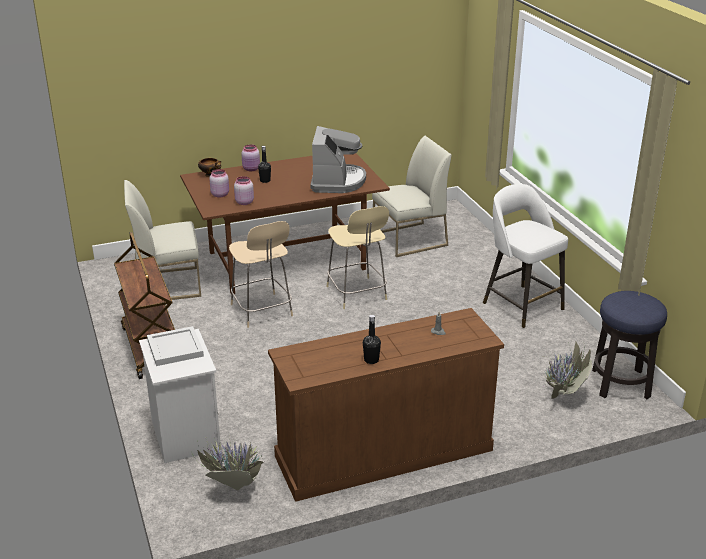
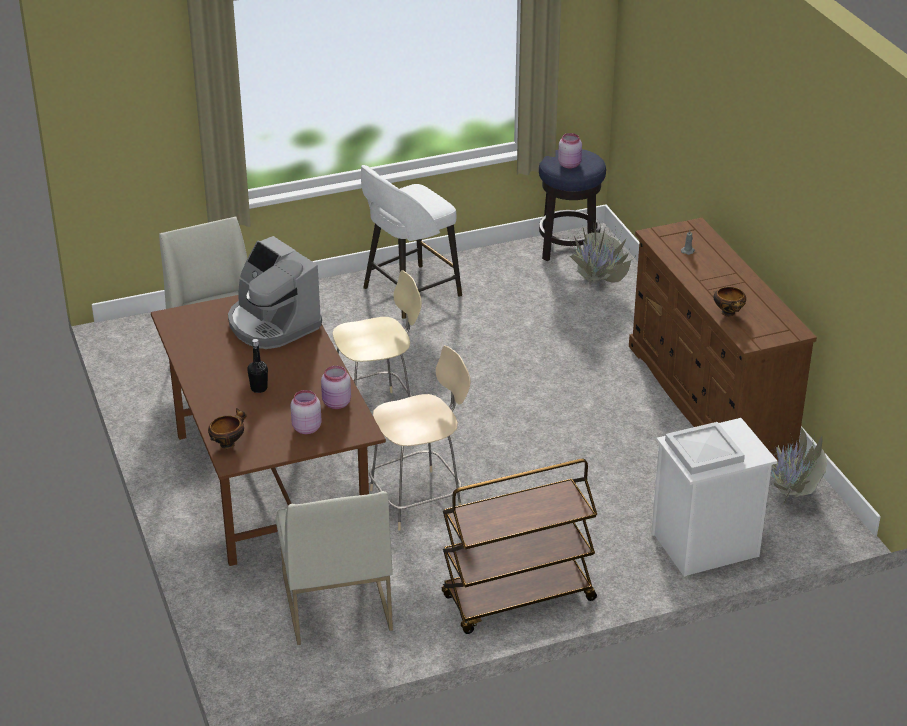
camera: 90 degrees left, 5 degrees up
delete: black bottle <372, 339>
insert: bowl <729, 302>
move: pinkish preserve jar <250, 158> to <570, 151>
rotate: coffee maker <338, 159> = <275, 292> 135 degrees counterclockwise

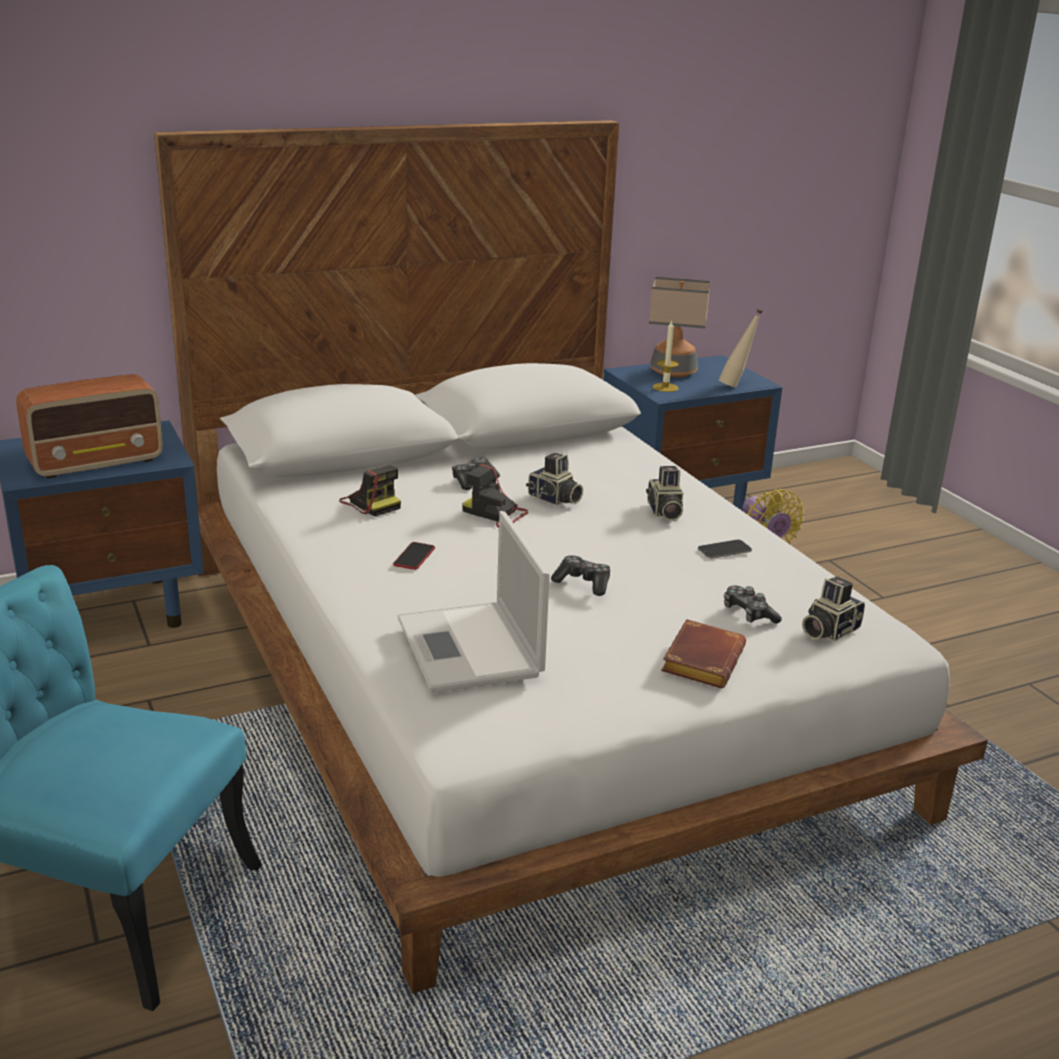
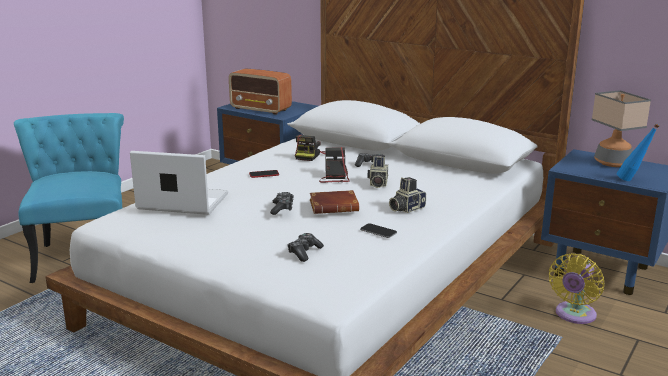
camera: 60 degrees right, 5 degrees down
delete: wax light <666, 356>; still camera <833, 609>
move: brownish book <703, 653> to <334, 202>
recolor: sand-coloured bottle <741, 348> to blue-coloured bottle <638, 152>
rotate: laptop <474, 602> = <179, 183> 60 degrees clockwise

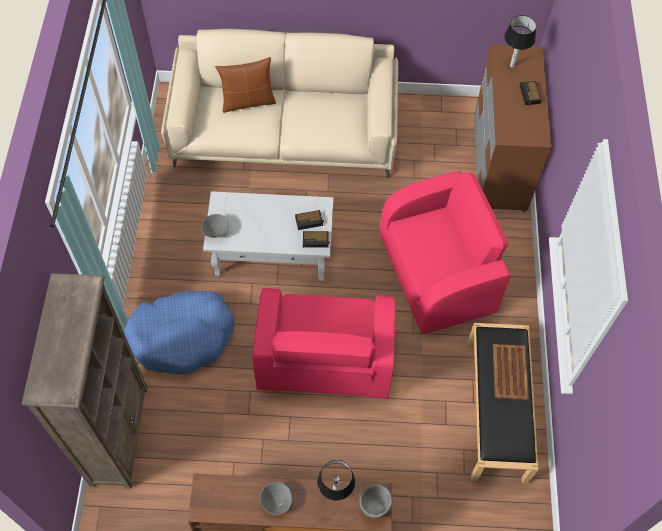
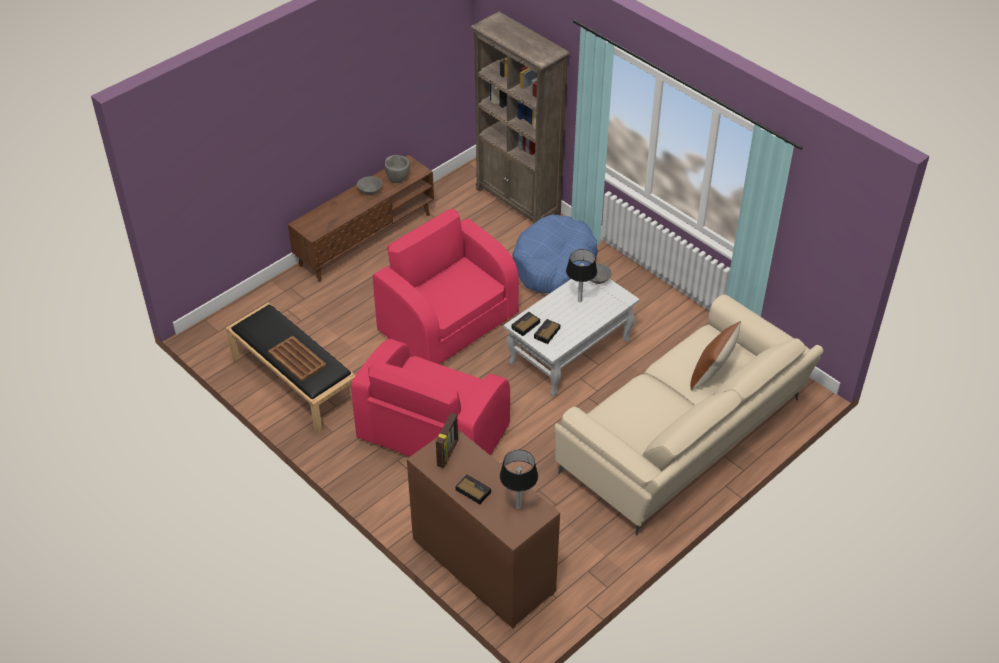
camera: 135 degrees right, 15 degrees down
insert: photo frame <447, 440>
move: lamp for a table <336, 480> to <581, 275>; gray bowl <376, 501> to <397, 169>

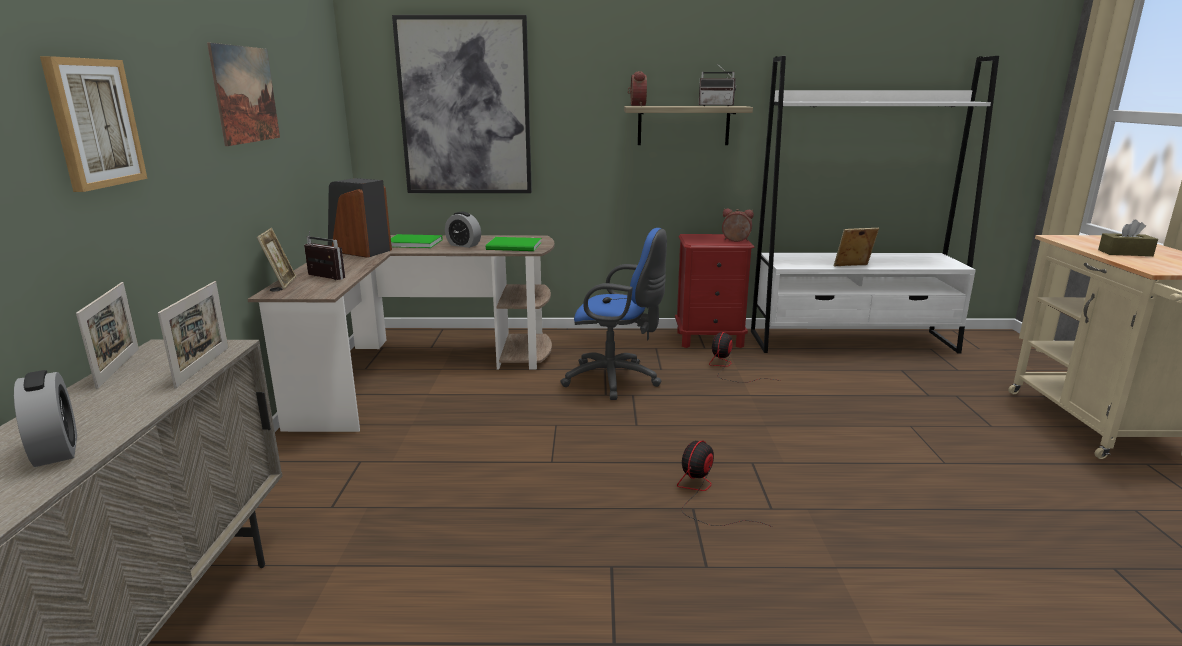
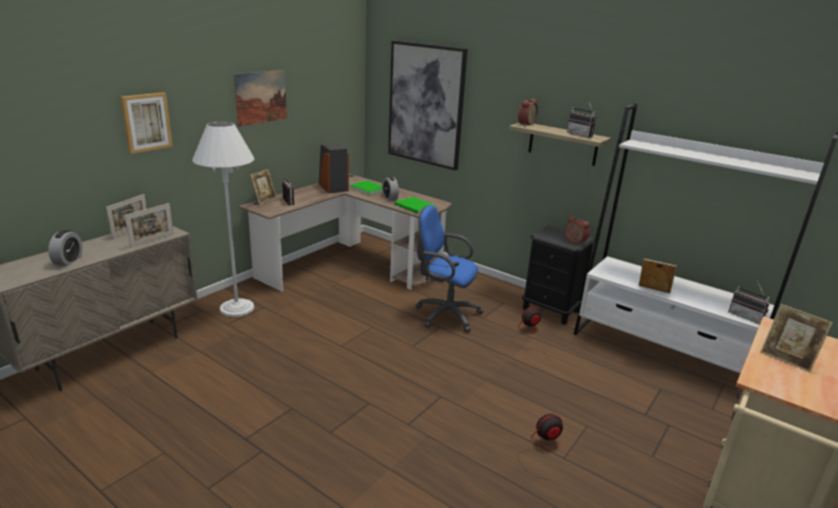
camera: 35 degrees right, 5 degrees up
insert: white-coloured floor lamp <223, 219>; radio receiver <749, 302>
move: fan <725, 483> to <541, 453>
replace: brownish box of tissues <1128, 237> to photo frame <797, 338>
recolor: reddish nightstand <715, 291> to black nightstand <558, 274>
rotate: blue-coloured office chair <613, 314> = <449, 268> 150 degrees clockwise

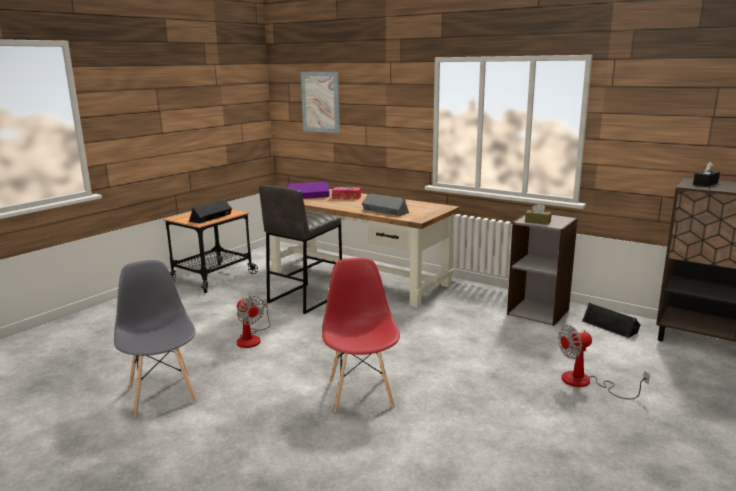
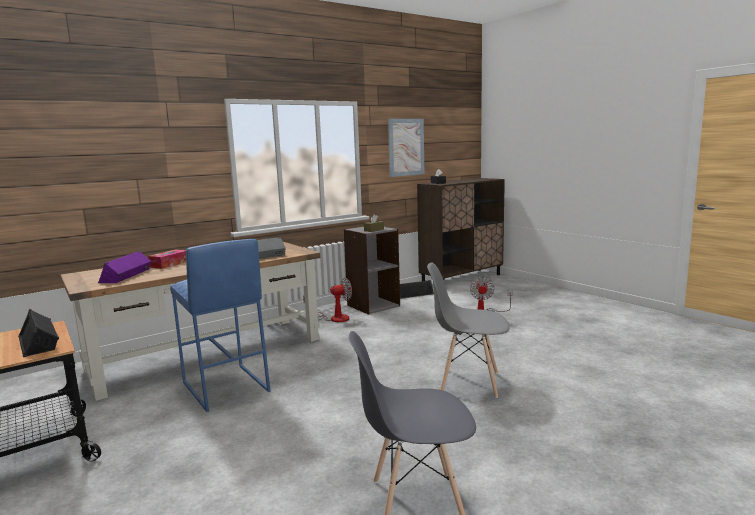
camera: 70 degrees left, 5 degrees down
move: wall picture <320, 102> to <406, 148>; fan <254, 322> to <327, 300>
recolor: gray sitting stool <300, 249> to blue-coloured sitting stool <220, 325>; reddish chair <361, 335> to gray chair <468, 330>

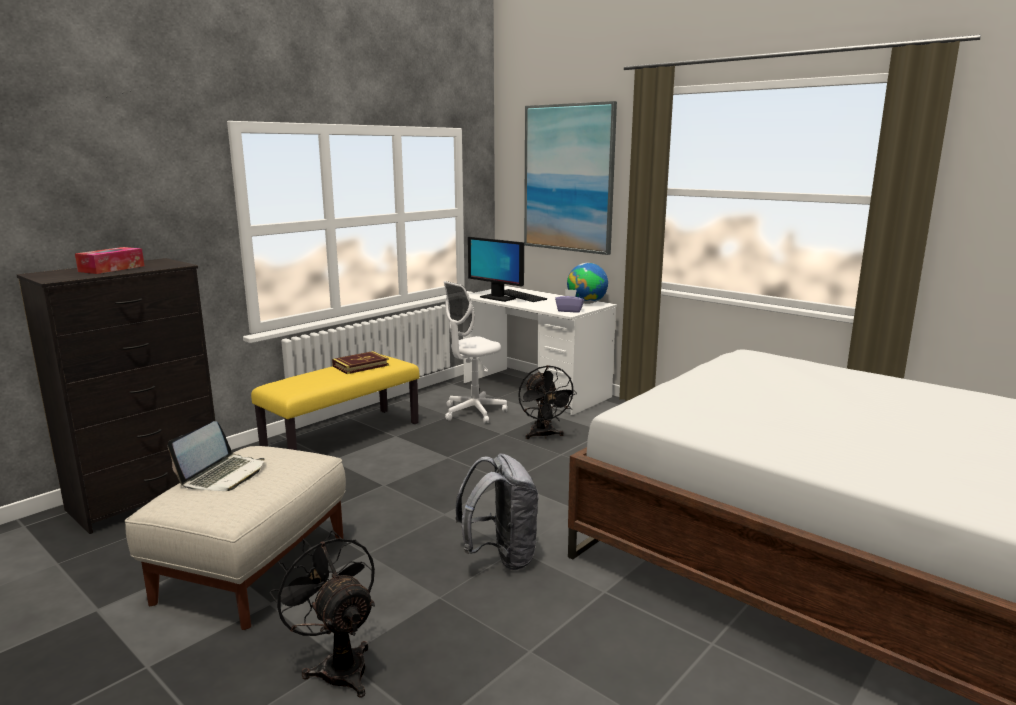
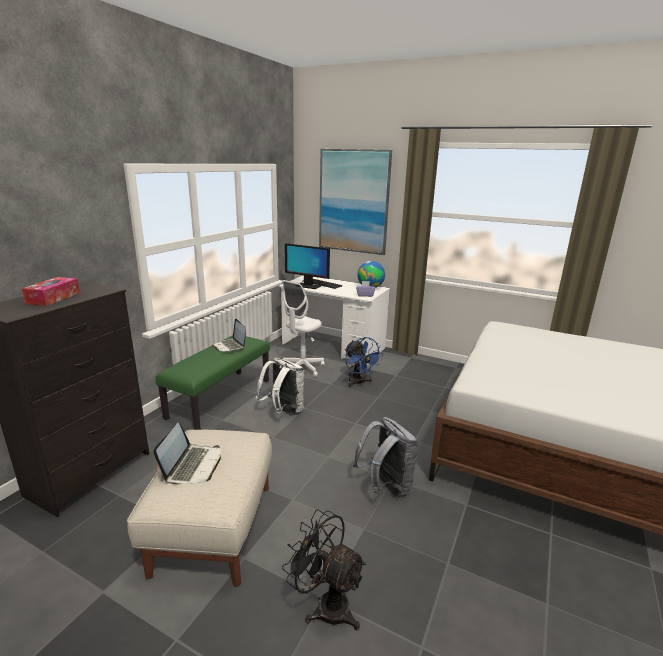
camera: 15 degrees left, 5 degrees up
insert: white-coloured backpack <280, 387>
replace: book <360, 362> to laptop <229, 335>
recolor: yellowish long seat <335, 402> to green-coloured long seat <212, 382>; black fan <547, 402> to blue-coloured fan <363, 362>

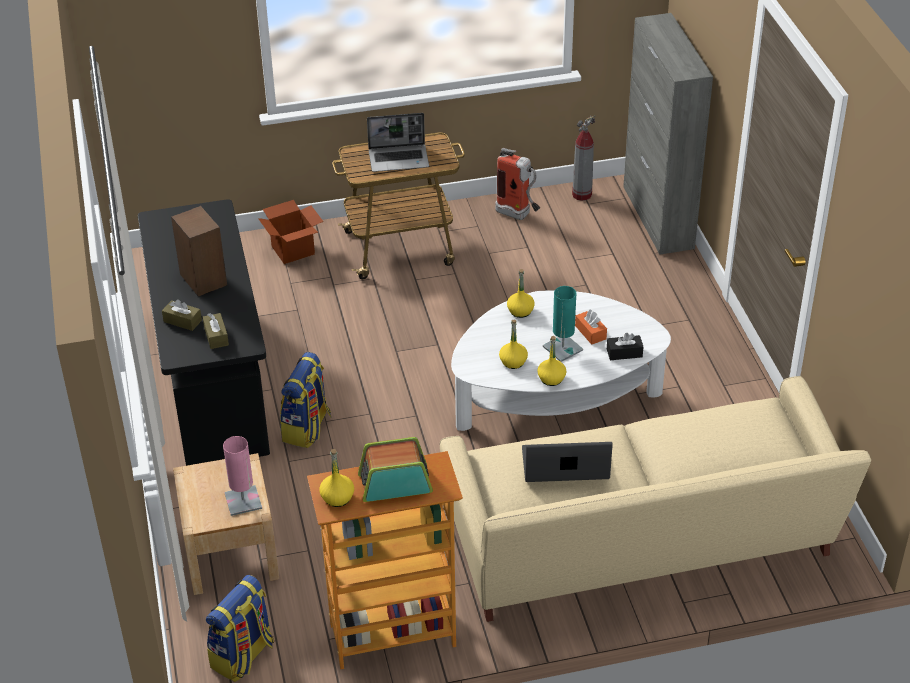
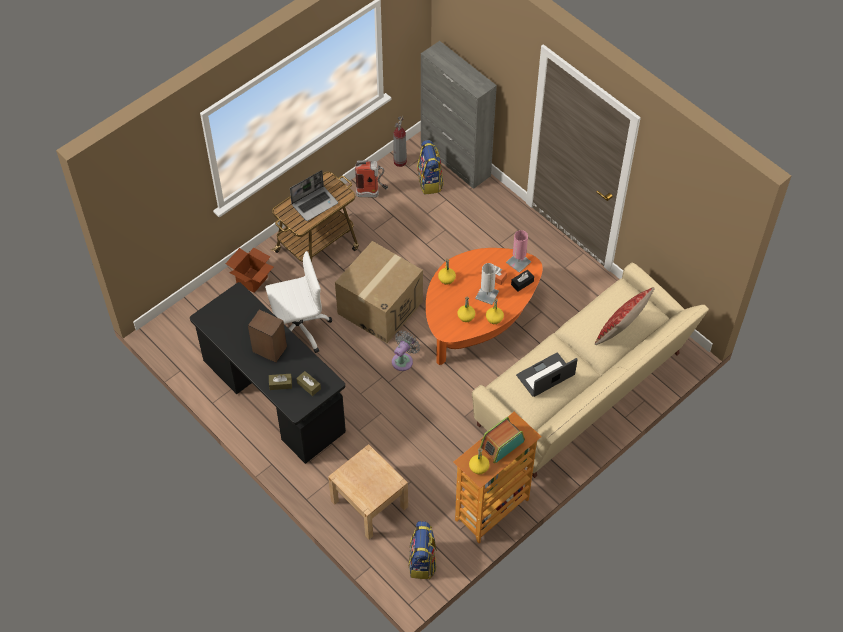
camera: 30 degrees left, 15 degrees up
insert: cardboard box <379, 292>; white-coloured office chair <298, 302>; cushion <625, 316>; gray fan <406, 351>
move: backpack <306, 400> to <430, 167>; pinkish lamp for a table <242, 476> to <518, 251>
recolor: blue-green lamp for a table <563, 324> to white-coloured lamp for a table <487, 284>; white-coloured low table <561, 360> to orange low table <484, 306>

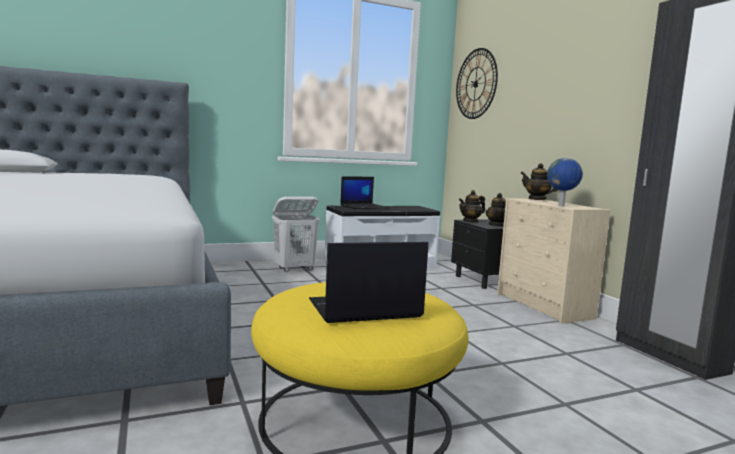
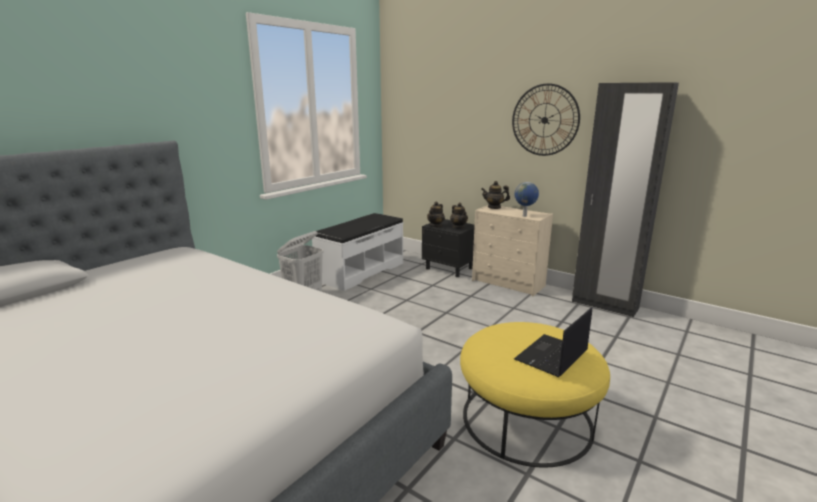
camera: 30 degrees left, 10 degrees up
delete: laptop <364, 192>
move: hanging clock <477, 83> to <546, 119>

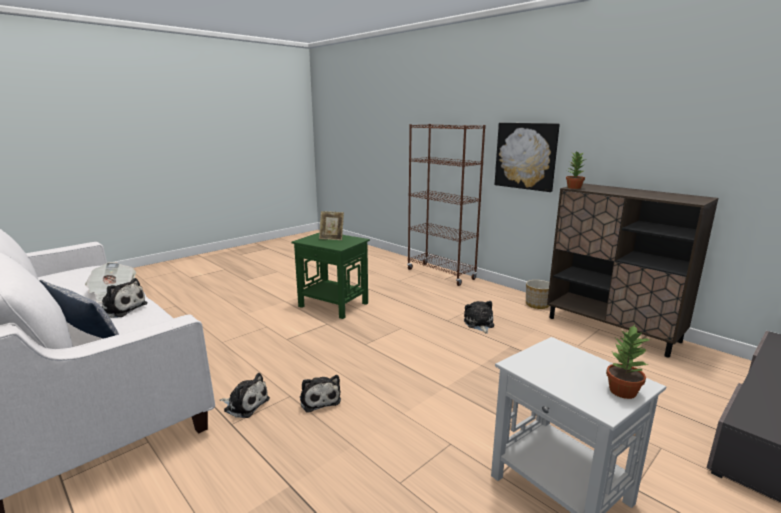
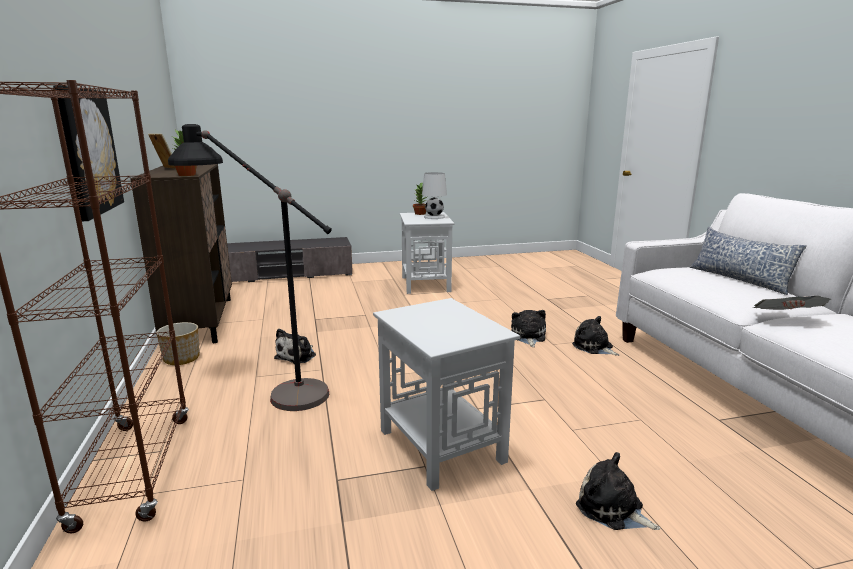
camera: 150 degrees left, 0 degrees up
insert: black floor lamp <250, 267>; white-coloured lamp for a table <434, 195>
move: photo frame <331, 225> to <162, 151>; cuddly toy <124, 298> to <618, 491>
recolor: green-coloured side table <330, 276> to white-coloured side table <446, 394>

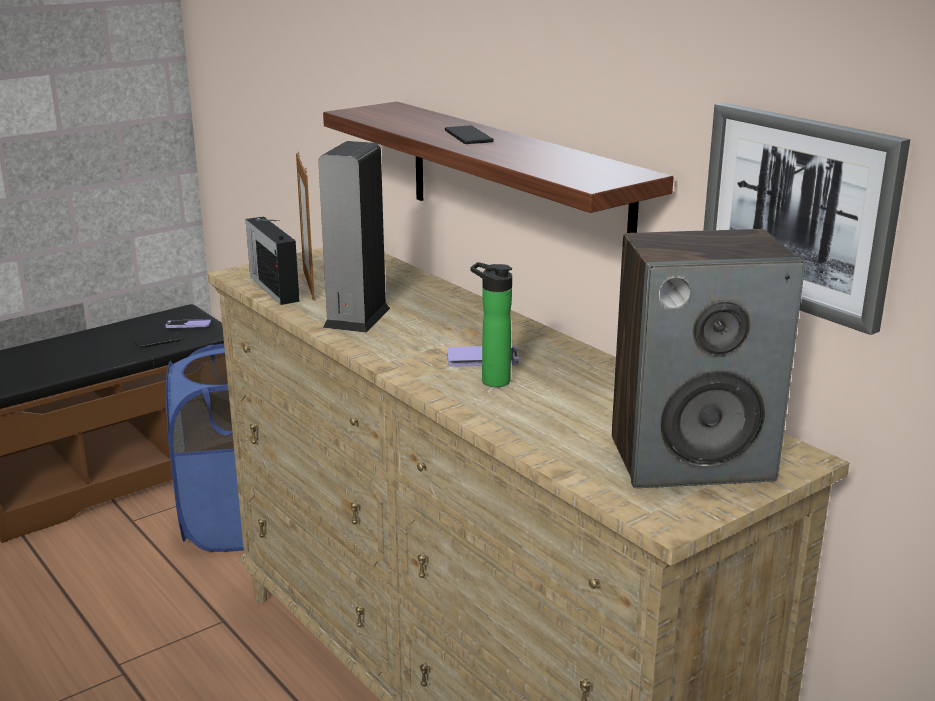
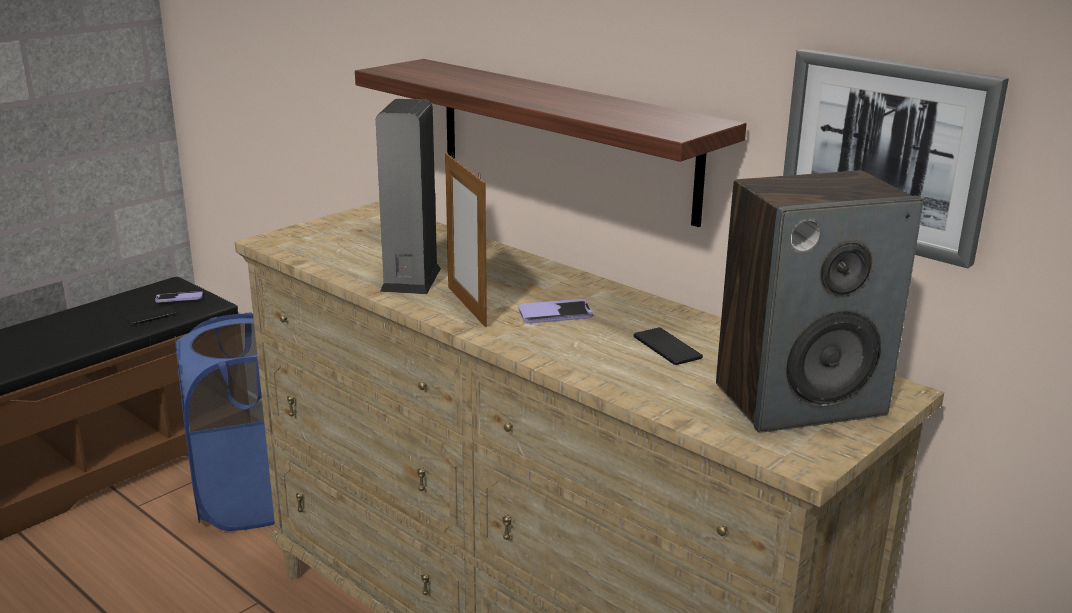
camera: 10 degrees left, 0 degrees up
delete: radio receiver <273, 260>; bottle <491, 324>
move: handset <469, 134> to <668, 346>; photo frame <305, 226> to <466, 239>

